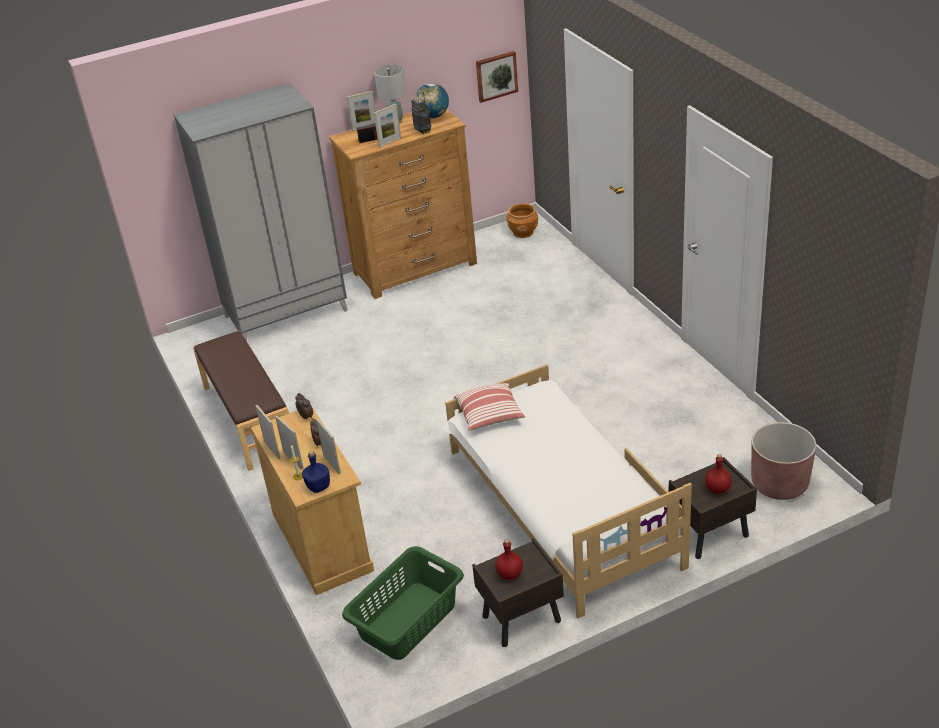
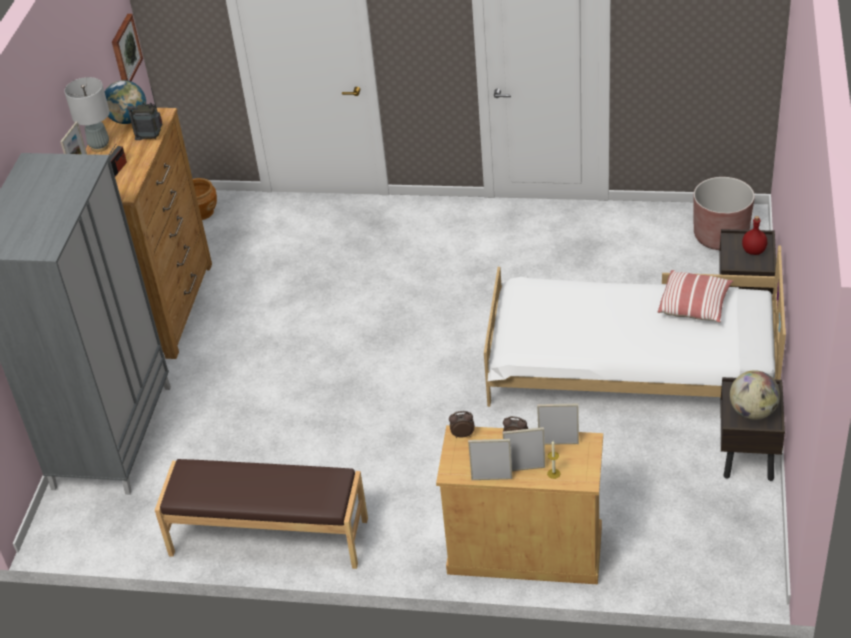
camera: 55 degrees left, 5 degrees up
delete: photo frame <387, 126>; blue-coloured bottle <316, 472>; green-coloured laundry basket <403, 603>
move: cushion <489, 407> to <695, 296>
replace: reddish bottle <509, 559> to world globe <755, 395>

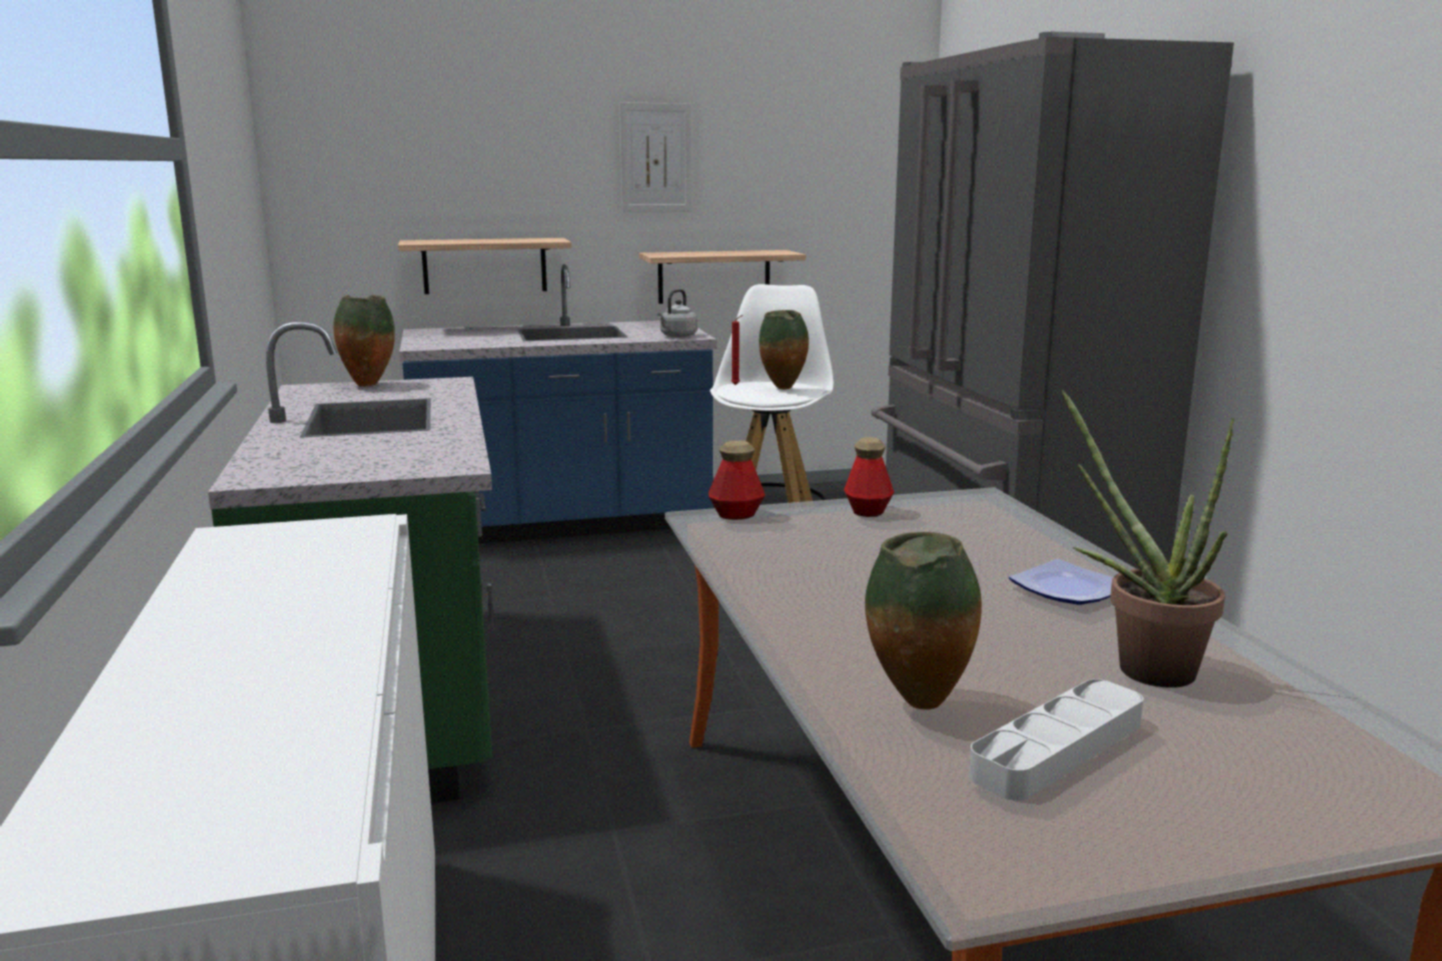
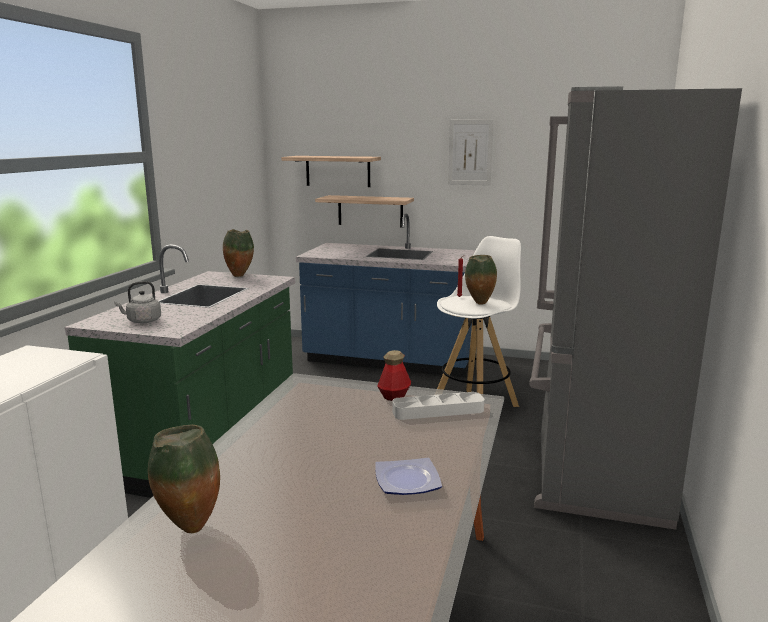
camera: 30 degrees right, 0 degrees up
delete: potted plant <1147, 539>; bottle <736, 480>
move: shelf <722, 277> to <331, 171>; gray kettle <678, 313> to <138, 302>; gray carrying tray <1056, 739> to <438, 406>

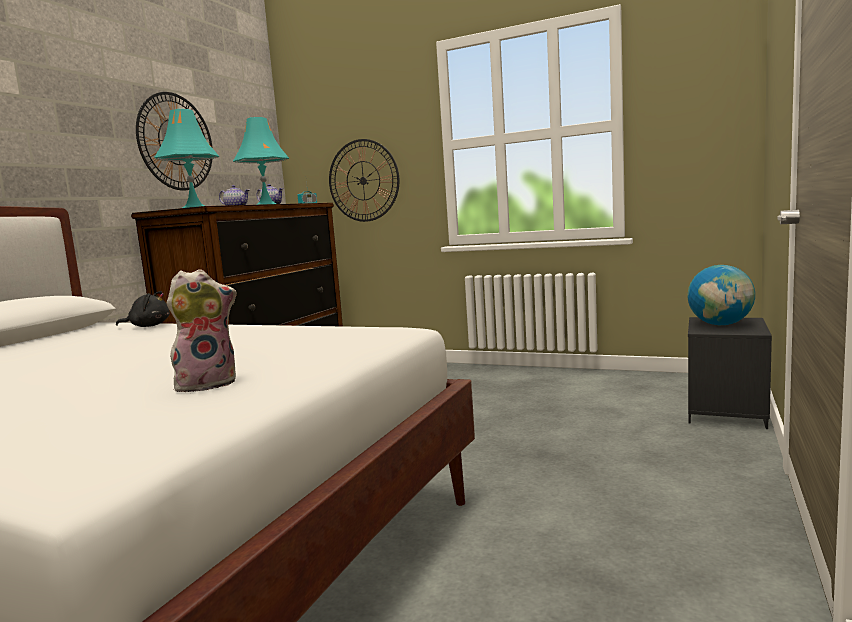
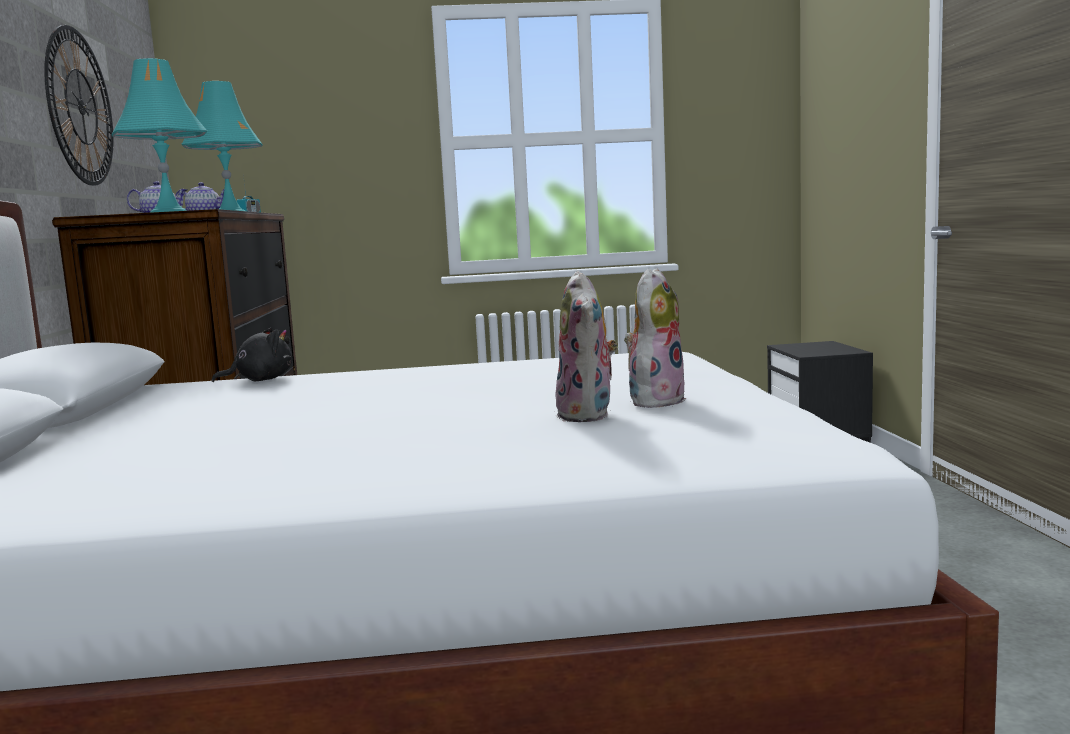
camera: 30 degrees left, 0 degrees up
delete: hanging clock <364, 180>; world globe <721, 295>
insert: cuddly toy <586, 346>

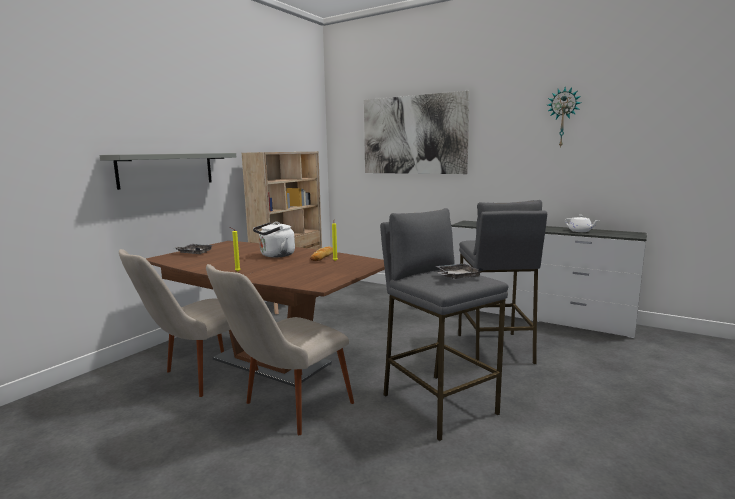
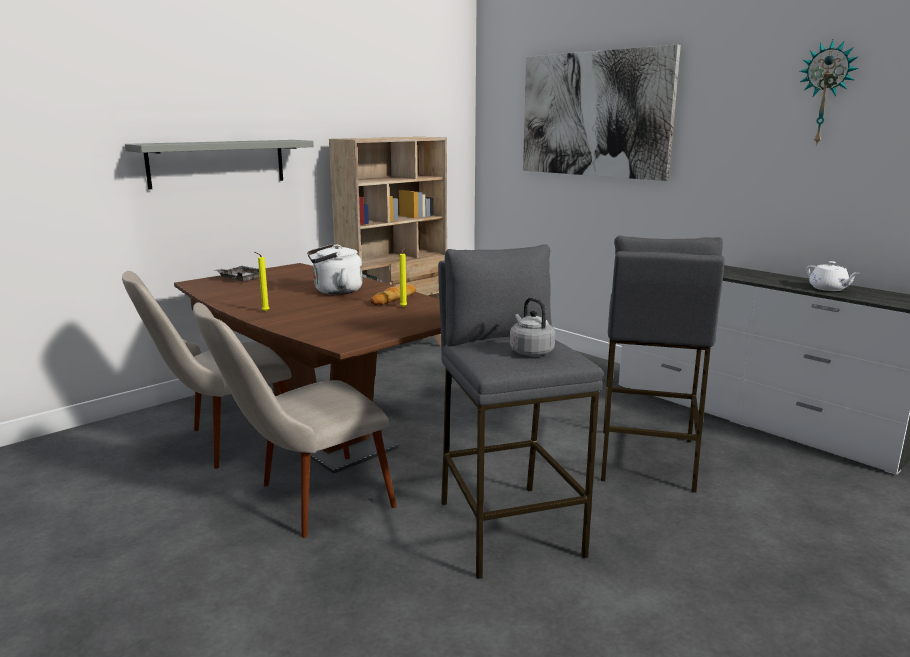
camera: 15 degrees right, 5 degrees up
replace: gray carrying tray <459, 271> to gray kettle <532, 326>

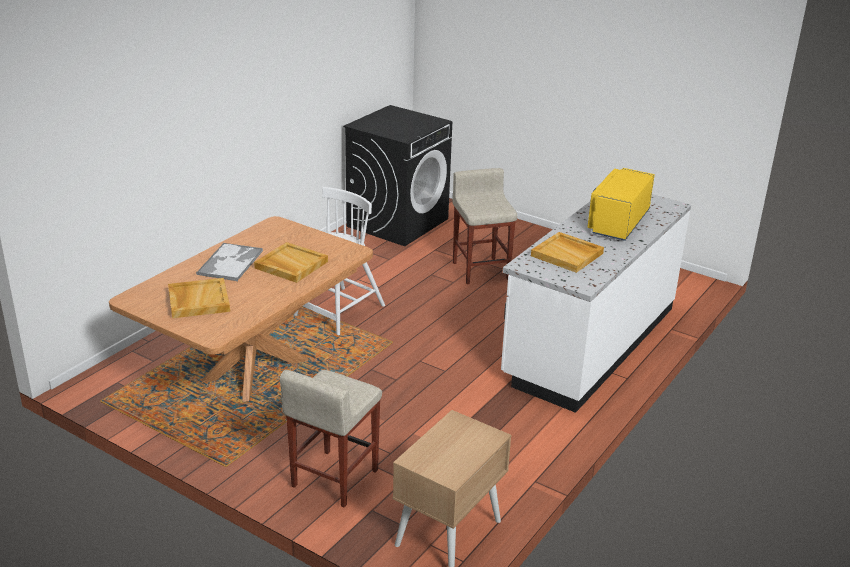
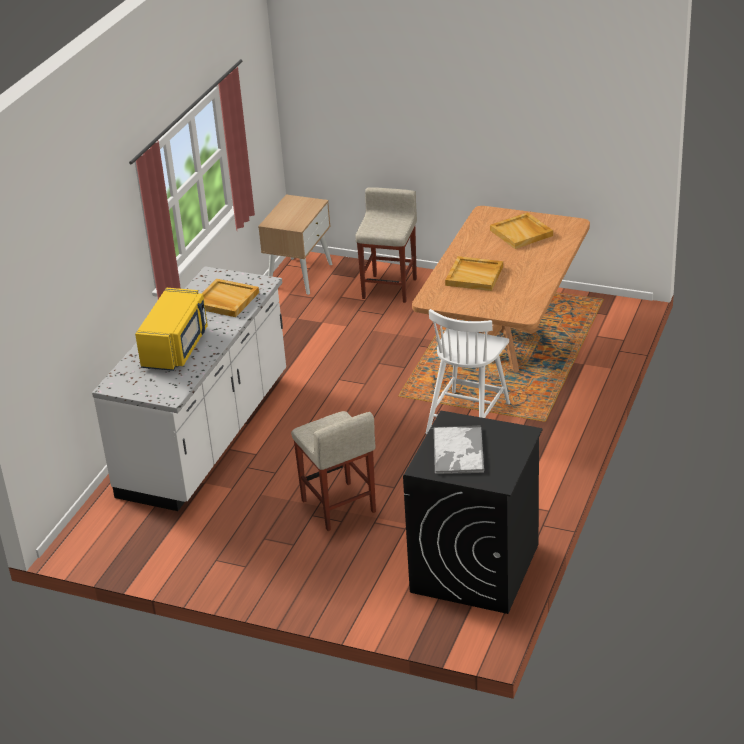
camera: 170 degrees right, 5 degrees up
move: carrying tray <229, 262> to <458, 449>

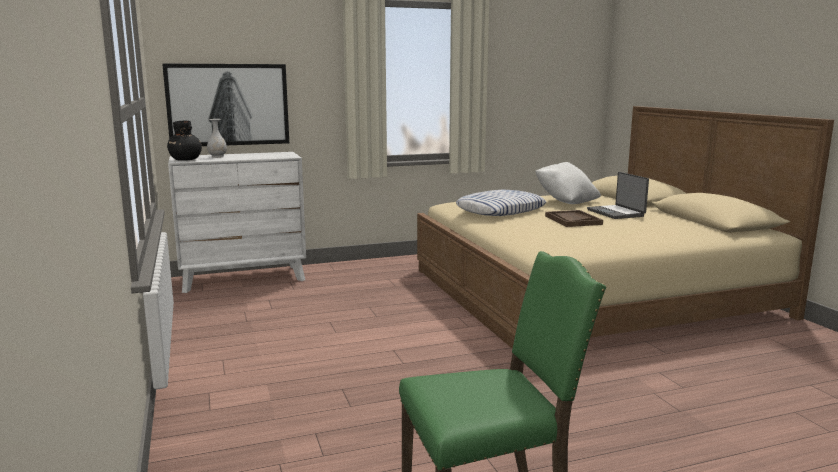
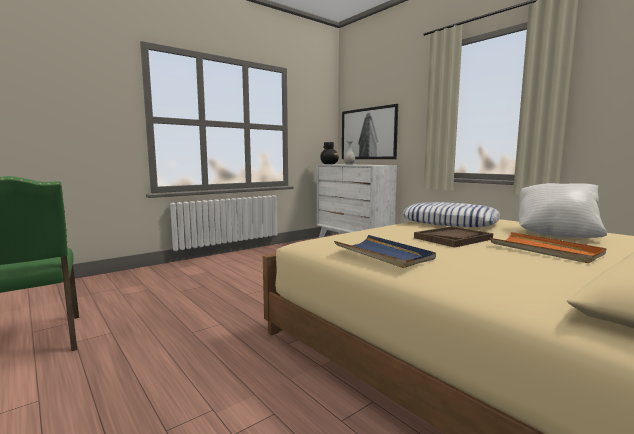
camera: 70 degrees right, 5 degrees down
insert: blue-coloured carrying tray <385, 251>
replace: laptop <618, 195> to orange carrying tray <548, 247>

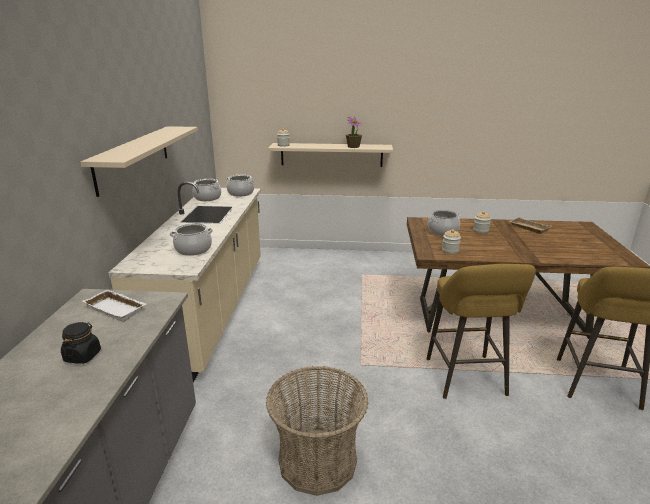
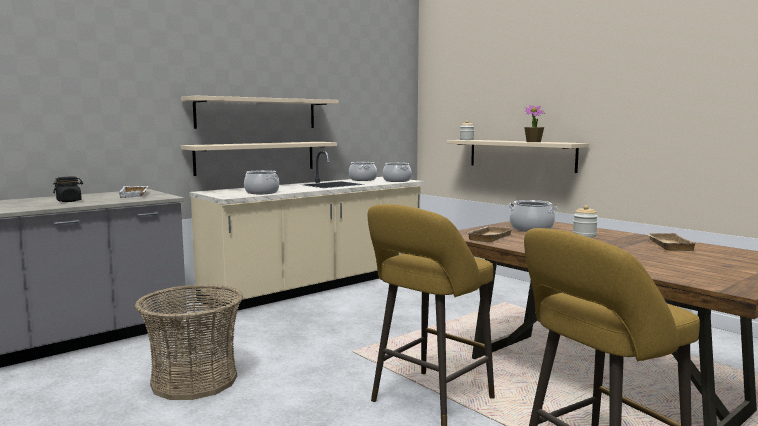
camera: 45 degrees right, 15 degrees down
insert: sand-coloured shelf <259, 159>
replace: preserve jar <451, 241> to sand-coloured carrying tray <489, 234>

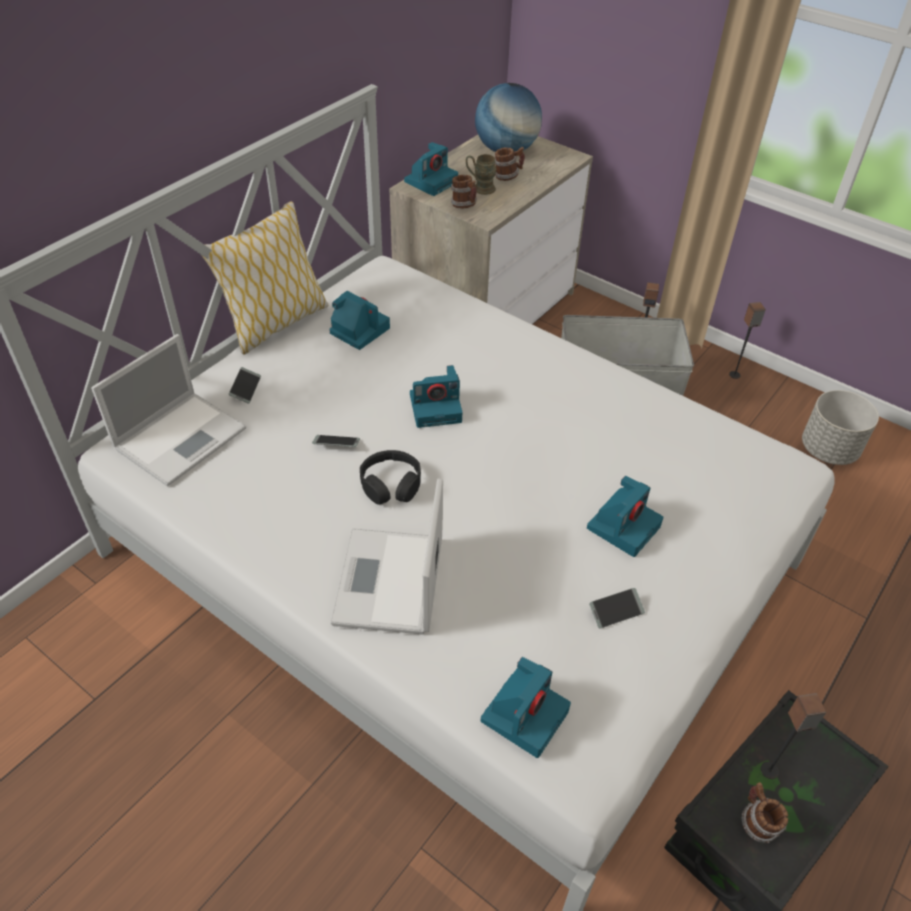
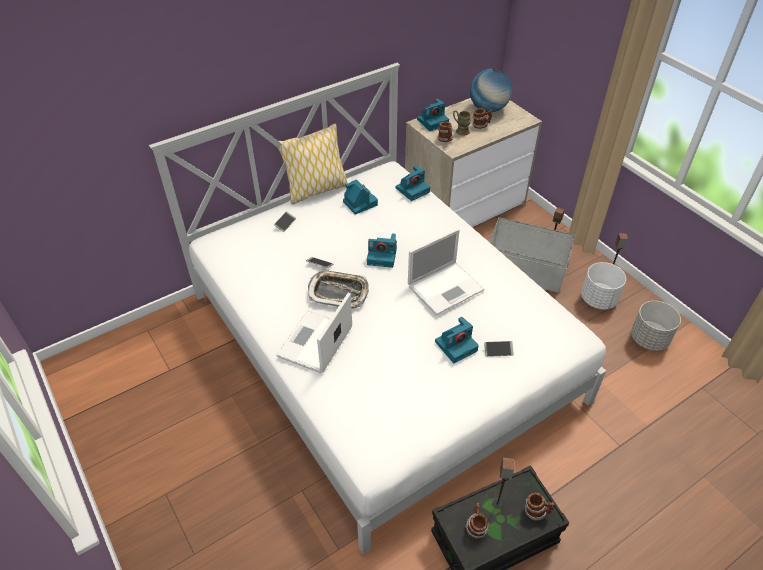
camera: 20 degrees right, 0 degrees up
insert: white-coloured plant pot <603, 285>; tea mug <539, 506>
move: laptop <168, 410> to <446, 272>; handset <617, 608> to <499, 349>; still camera <526, 707> to <413, 183>
replace: black pair of headphones <390, 477> to carrying tray <338, 290>

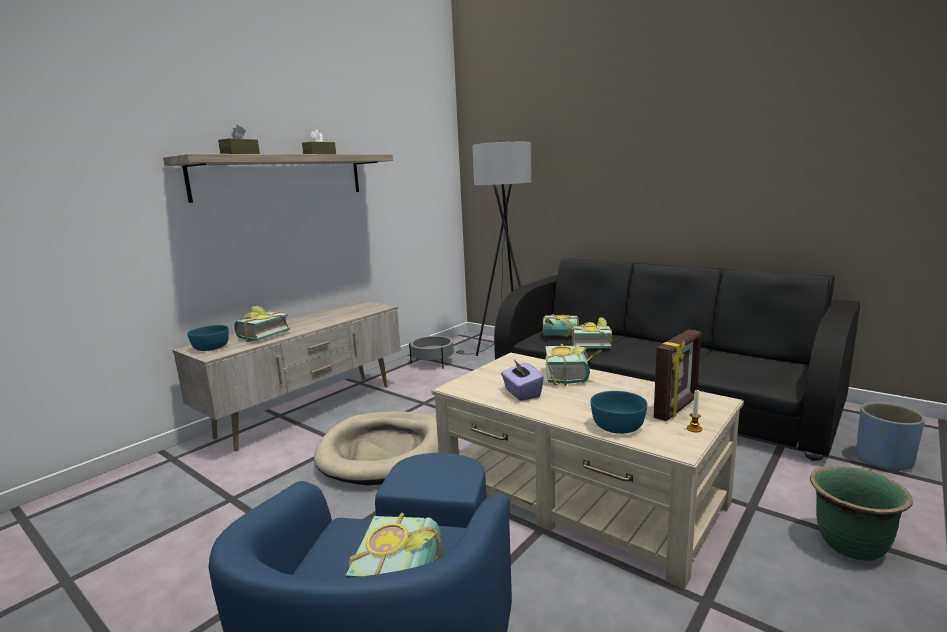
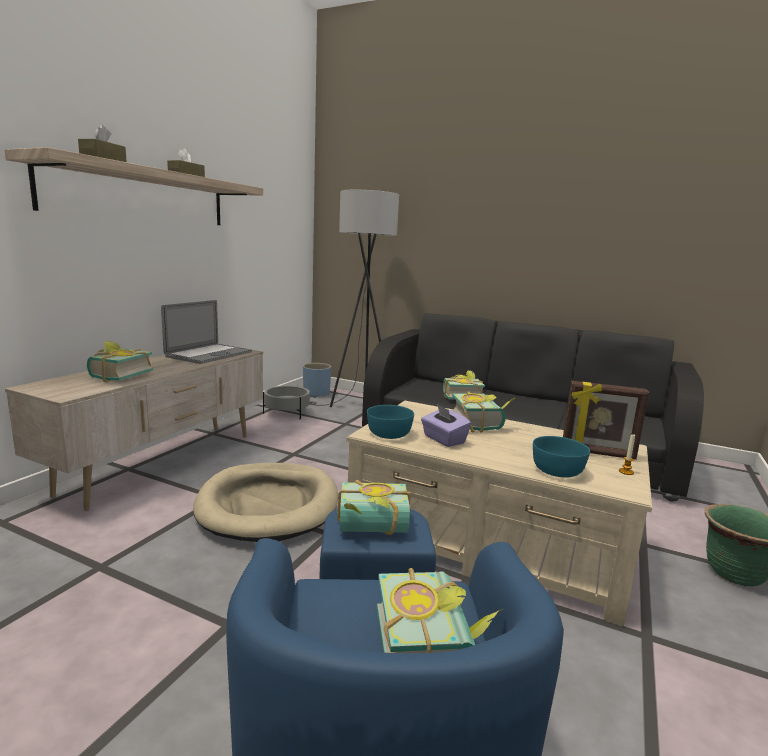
camera: 15 degrees left, 0 degrees up
insert: laptop <206, 332>
move: book <561, 325> to <374, 507>; blue-green bowl <208, 338> to <390, 422>; blue-coloured plant pot <890, 437> to <317, 380>
rotate: photo frame <677, 375> = <606, 420> 75 degrees clockwise

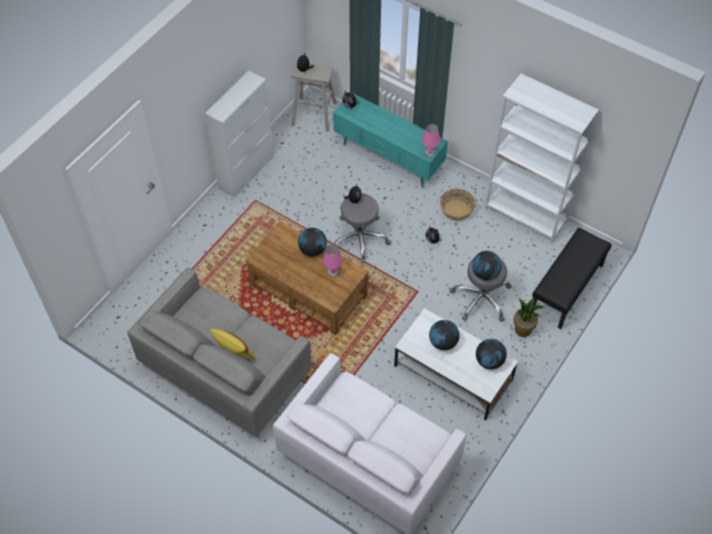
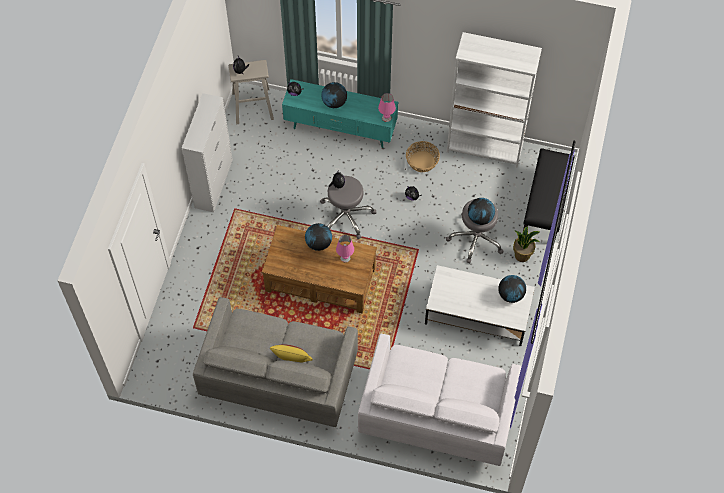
camera: 20 degrees left, 5 degrees up
move: world globe <444, 335> to <334, 95>

